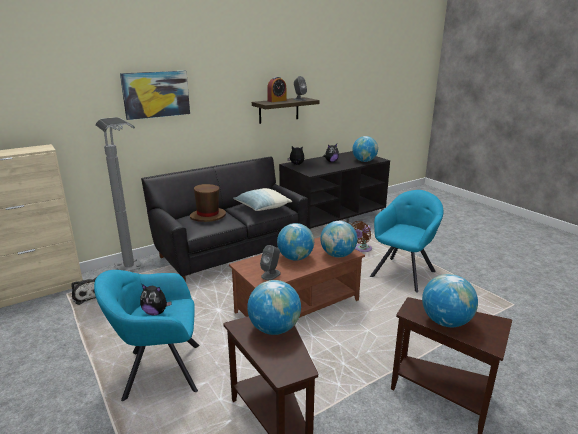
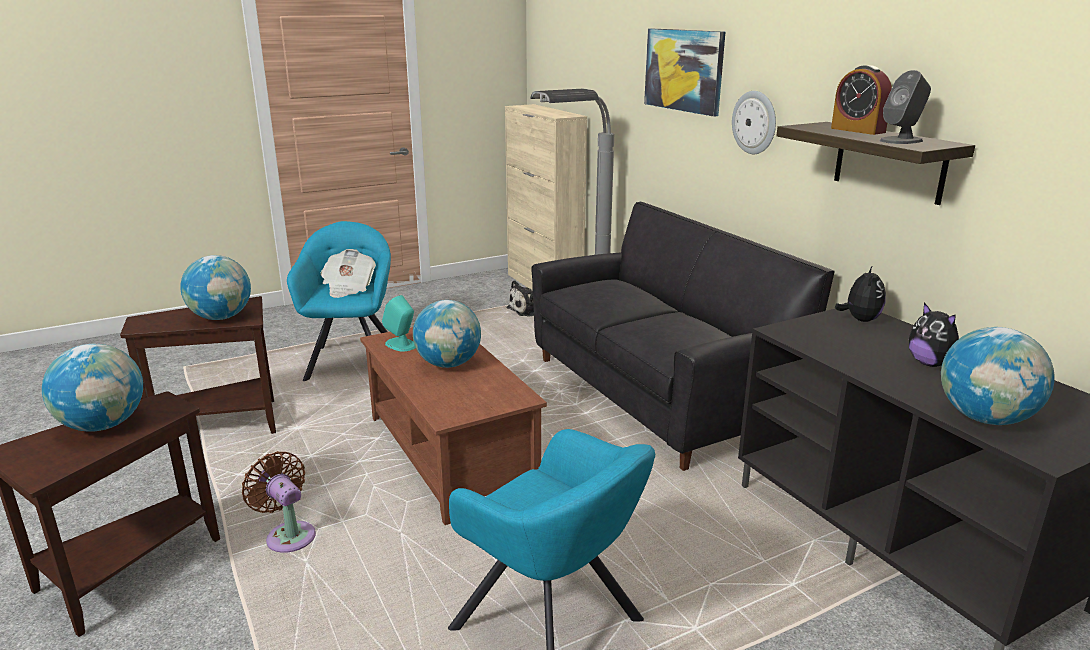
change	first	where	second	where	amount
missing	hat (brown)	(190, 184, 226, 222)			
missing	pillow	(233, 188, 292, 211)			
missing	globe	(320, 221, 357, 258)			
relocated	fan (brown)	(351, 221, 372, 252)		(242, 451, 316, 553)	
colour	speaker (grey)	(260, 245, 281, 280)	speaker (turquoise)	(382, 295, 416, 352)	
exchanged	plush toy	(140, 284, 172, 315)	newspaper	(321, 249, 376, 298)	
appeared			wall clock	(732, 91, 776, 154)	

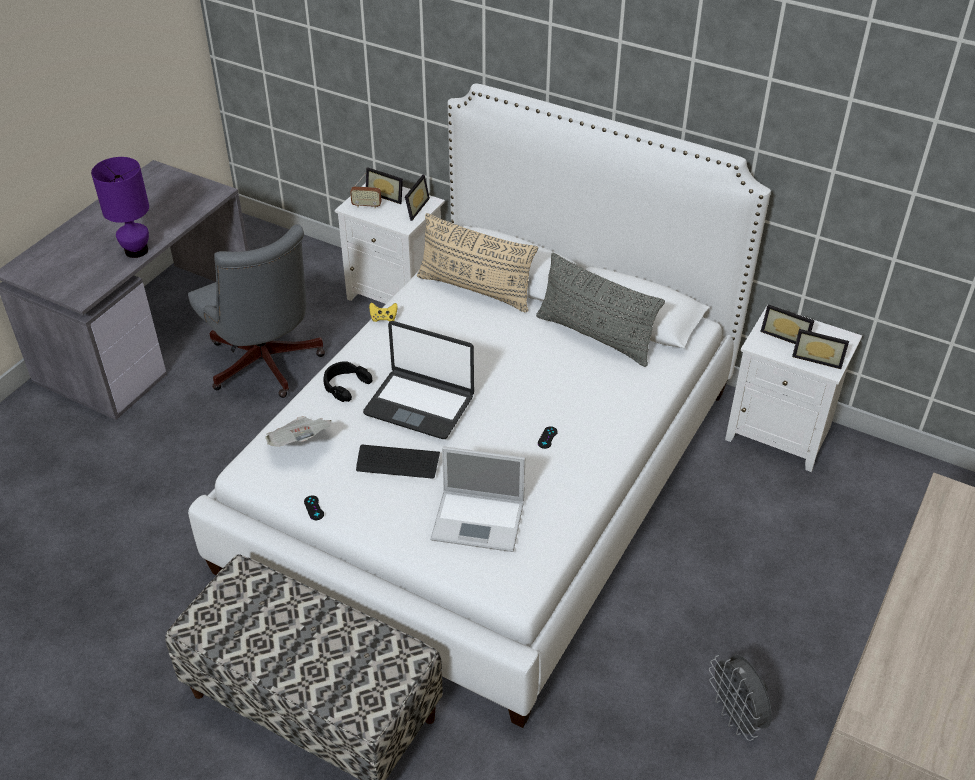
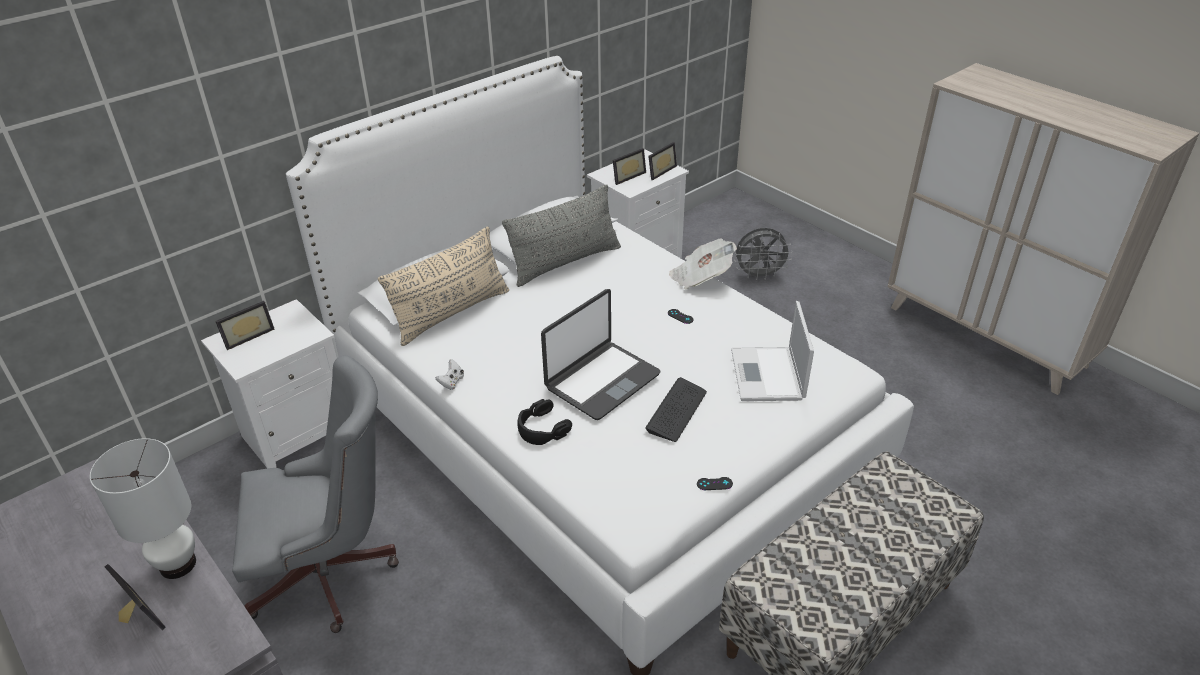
change	first	where	second	where	amount
colour	table lamp (purple)	(91, 157, 149, 258)	table lamp (white)	(90, 438, 196, 579)	
missing	radio	(350, 173, 382, 208)			
relocated	picture frame	(405, 175, 430, 221)		(105, 564, 165, 630)	
colour	game controller (yellow)	(369, 303, 398, 322)	game controller (white)	(436, 359, 464, 390)	
relocated	newspaper	(265, 416, 332, 447)		(669, 239, 737, 290)	
spun	laptop	(430, 446, 525, 552)		(731, 301, 814, 401)	150 degrees clockwise
relocated	fan (grey)	(709, 655, 772, 741)		(734, 228, 793, 280)	

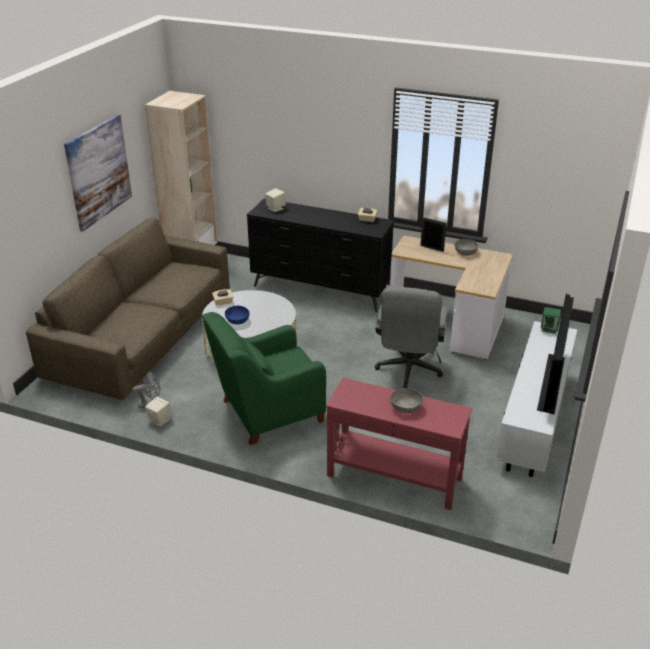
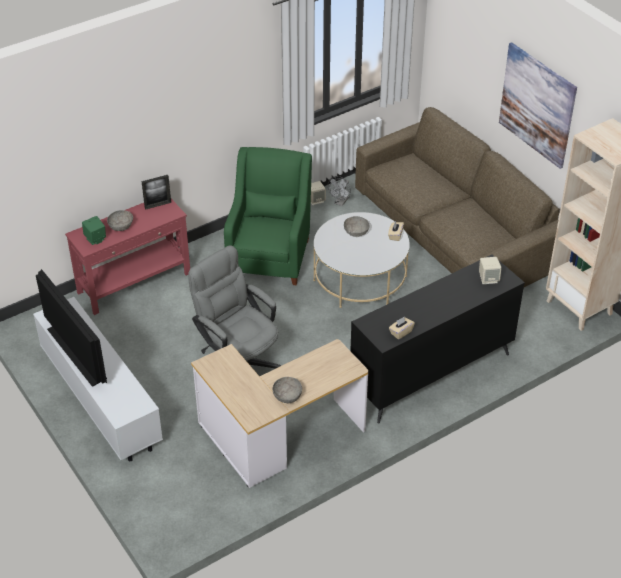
change	first	where	second	where	amount
relocated	picture frame	(420, 217, 446, 252)		(142, 175, 171, 209)	
colour	bowl (blue)	(225, 306, 250, 325)	bowl (grey)	(344, 216, 370, 237)	
relocated	speaker (green)	(541, 307, 561, 334)		(82, 216, 106, 245)	

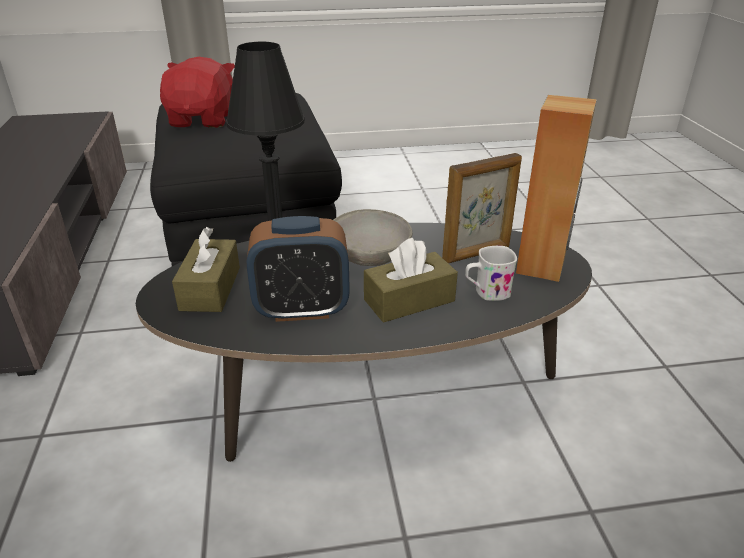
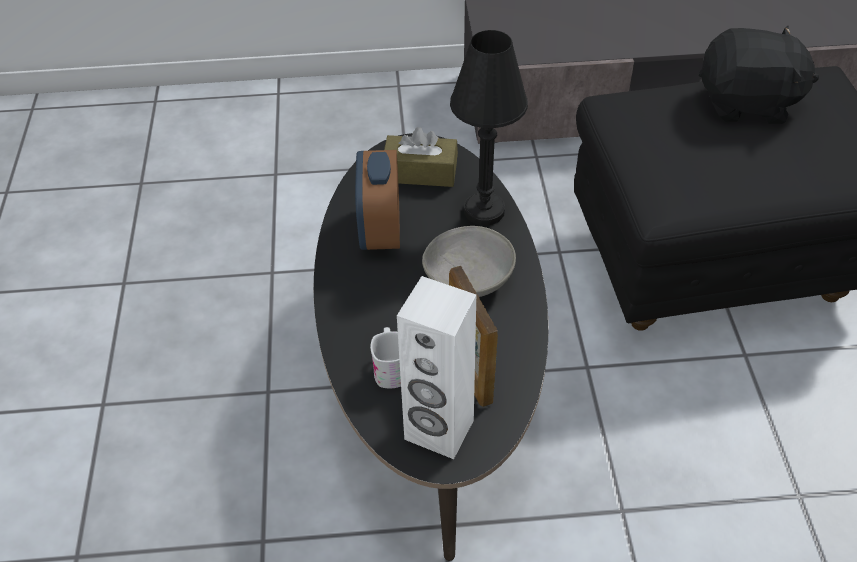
change	first	where	second	where	amount
colour	plush toy (red)	(160, 57, 235, 128)	plush toy (black)	(699, 26, 819, 124)	
colour	speaker (brown)	(516, 95, 597, 282)	speaker (white)	(397, 276, 476, 459)	
missing	tissue box (brown)	(364, 238, 458, 323)			

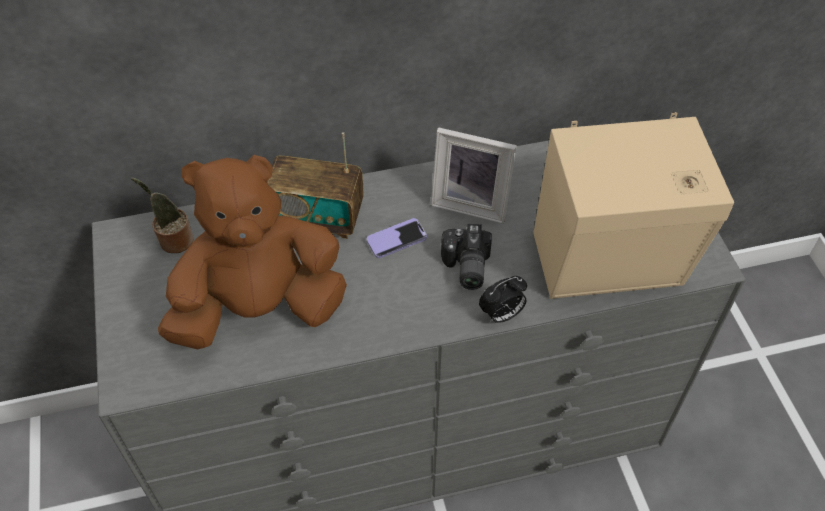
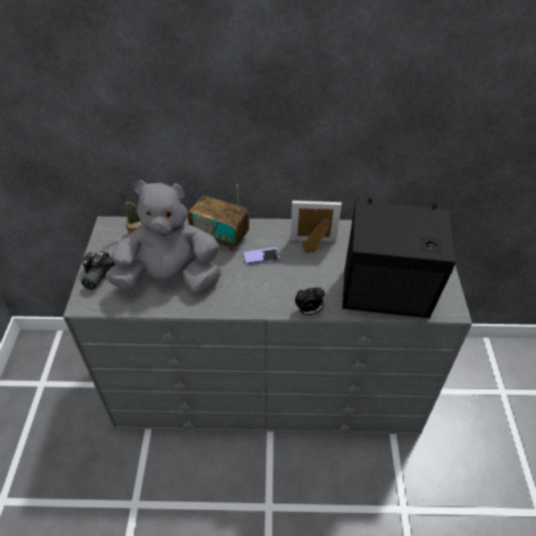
change	first	where	second	where	amount
colour	speaker (beige)	(533, 112, 734, 299)	speaker (black)	(342, 198, 456, 318)	
spun	picture frame	(431, 127, 517, 223)		(290, 201, 342, 253)	150 degrees clockwise
colour	plush toy (brown)	(158, 155, 347, 350)	plush toy (grey)	(105, 180, 221, 294)	
relocated	photo camera	(441, 224, 492, 290)		(82, 251, 116, 290)	

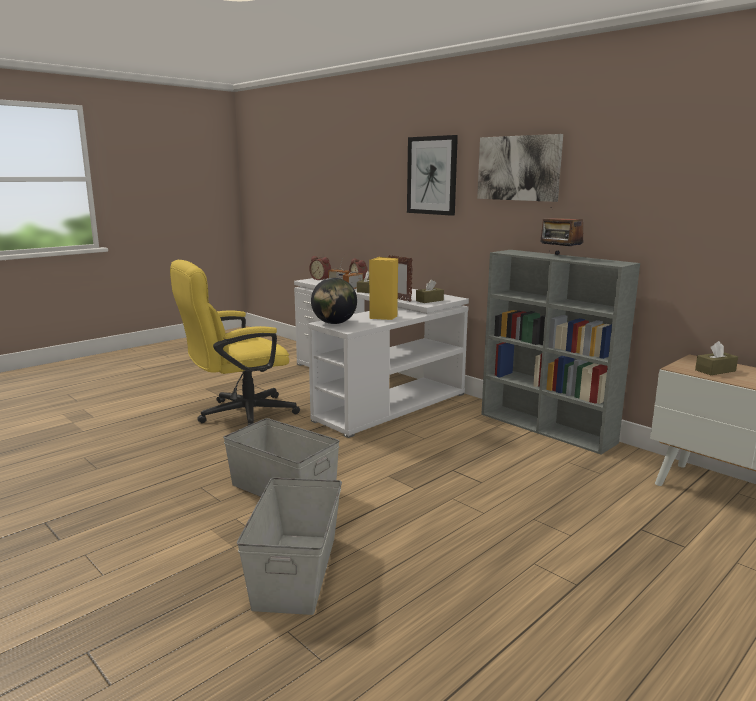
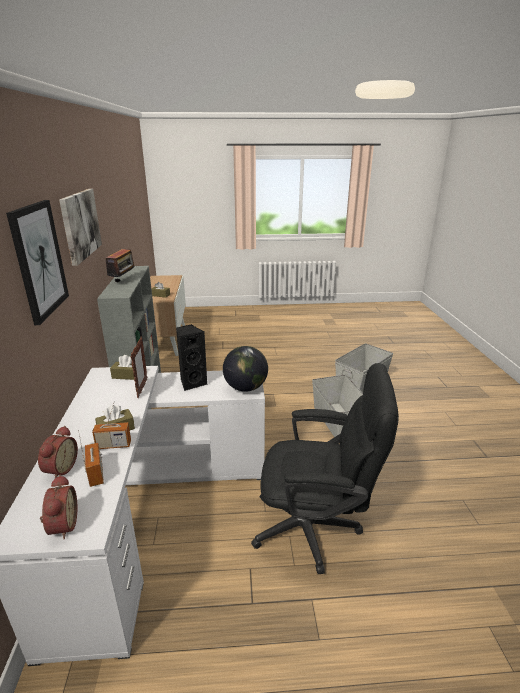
change	first	where	second	where	amount
colour	speaker (yellow)	(369, 257, 398, 320)	speaker (black)	(176, 324, 207, 391)	
colour	office chair (yellow)	(170, 260, 300, 426)	office chair (black)	(251, 363, 399, 574)	

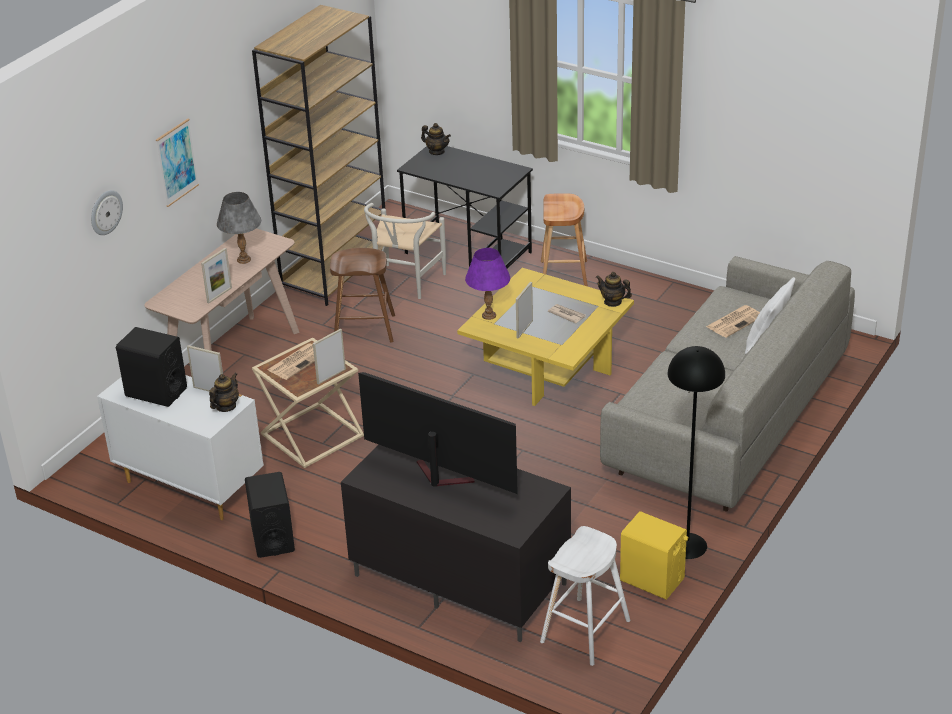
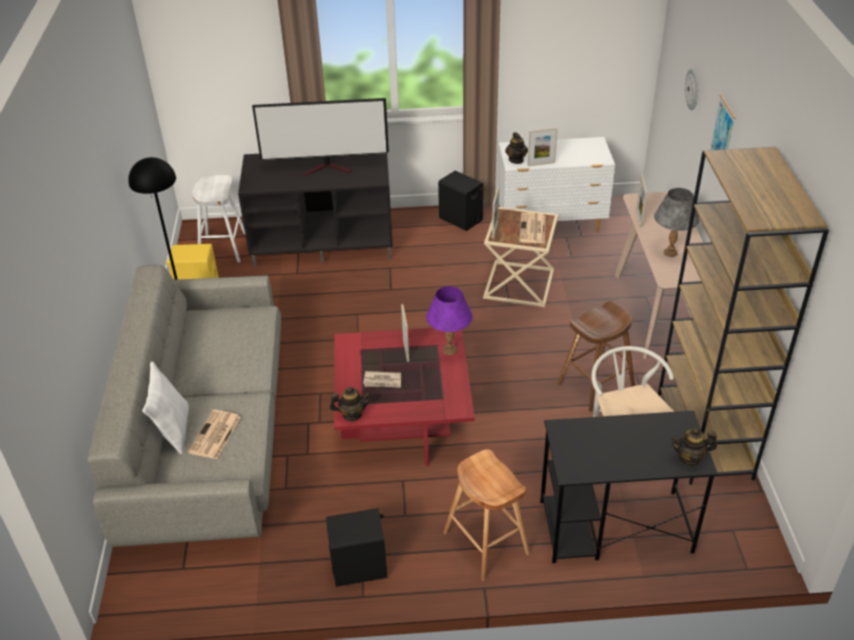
change	first	where	second	where	amount
colour	coffee table (yellow)	(457, 268, 634, 406)	coffee table (red)	(334, 328, 475, 466)	
relocated	speaker (black)	(116, 327, 187, 407)		(326, 508, 387, 587)	

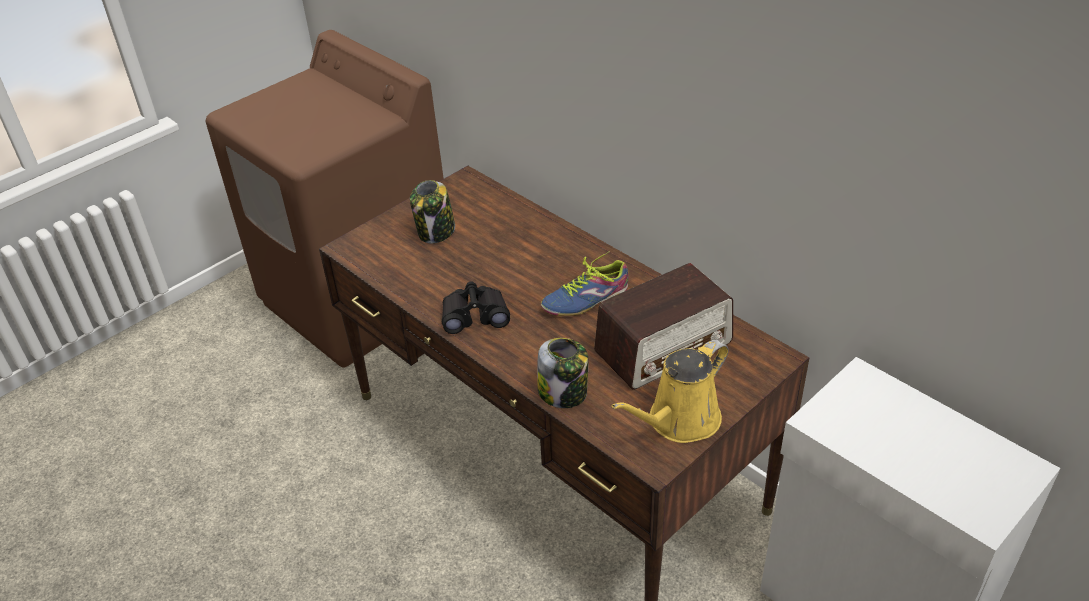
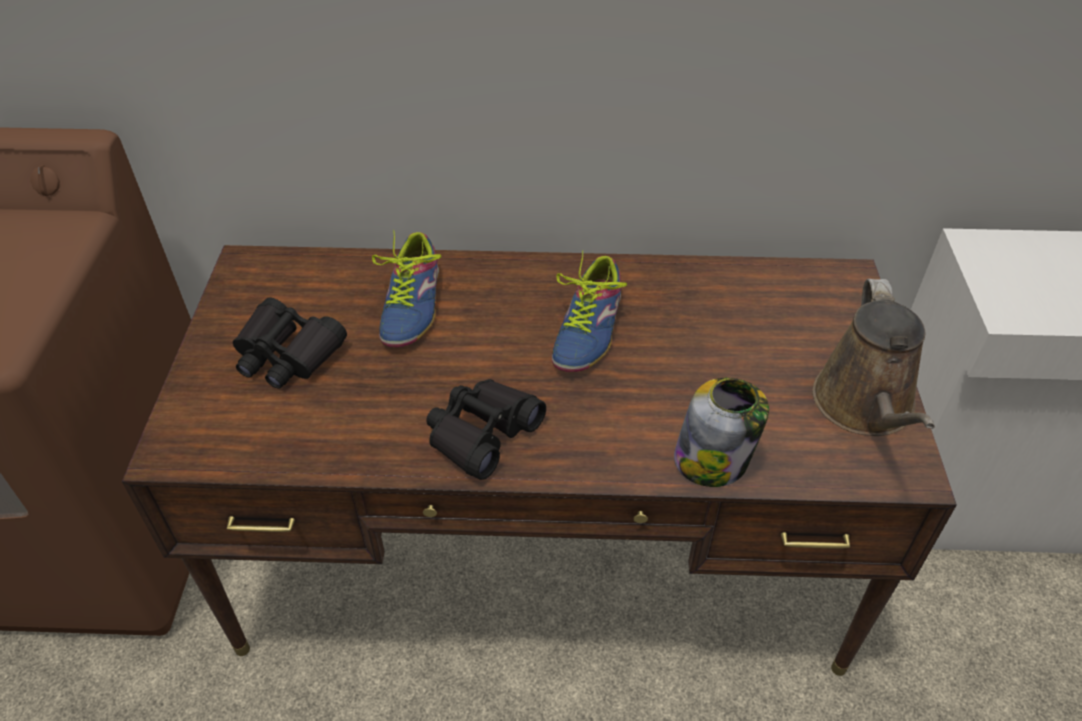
change	first	where	second	where	amount
exchanged	jar	(410, 180, 455, 243)	binoculars (black)	(233, 297, 347, 389)	
missing	radio	(594, 263, 733, 390)			
colour	watering can (yellow)	(612, 340, 729, 443)	watering can (brown)	(812, 279, 935, 436)	
appeared			shoe	(372, 230, 441, 348)	

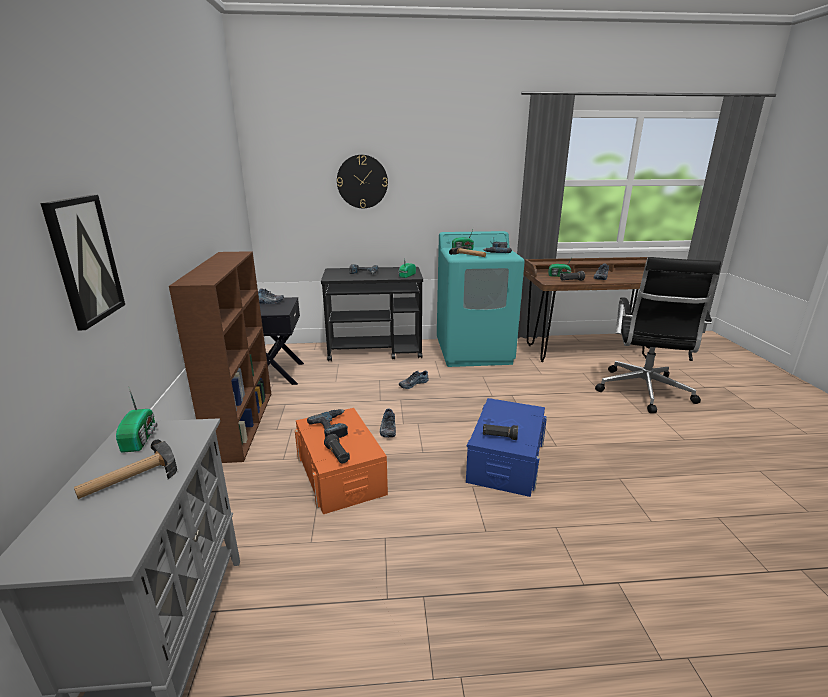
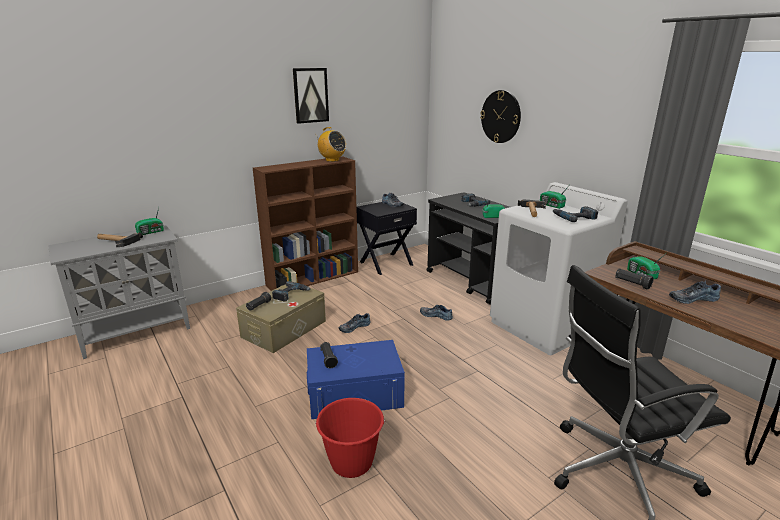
change	first	where	second	where	amount
relocated	picture	(40, 195, 125, 330)		(293, 68, 329, 124)	
colour	washing machine (turquoise)	(437, 231, 525, 367)	washing machine (white)	(490, 182, 628, 355)	
colour	storage box (orange)	(295, 408, 388, 514)	storage box (beige)	(236, 281, 326, 353)	
appeared			radio	(315, 127, 346, 162)	
appeared			bucket (red)	(315, 398, 385, 478)	

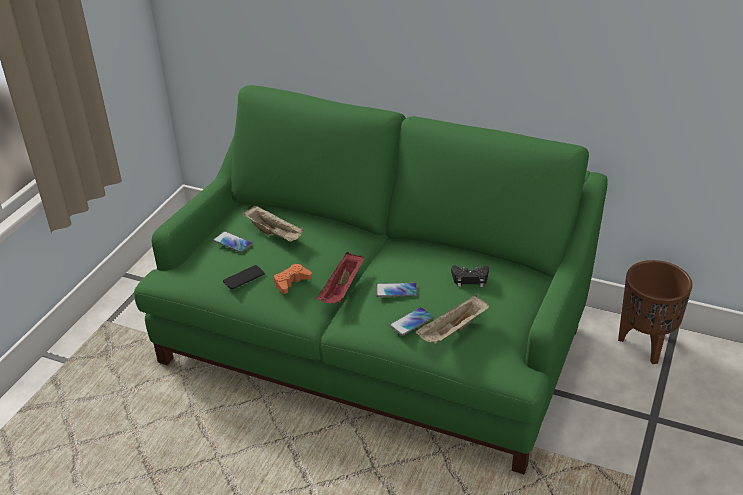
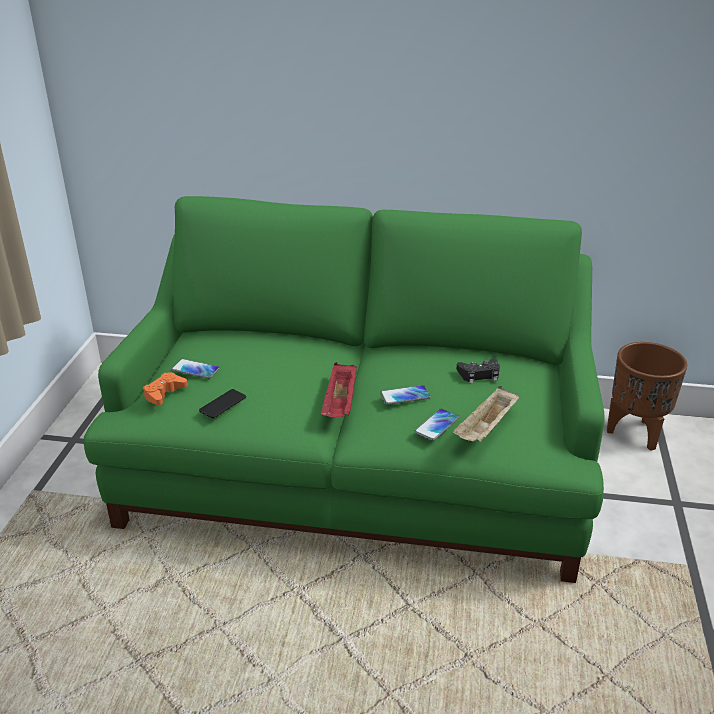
change	first	where	second	where	amount
missing	tray (beige)	(242, 206, 304, 242)			
relocated	game controller (orange)	(274, 264, 312, 294)		(143, 372, 188, 405)	

